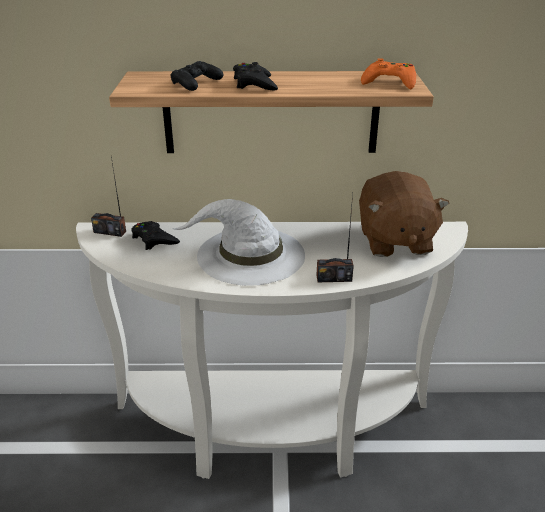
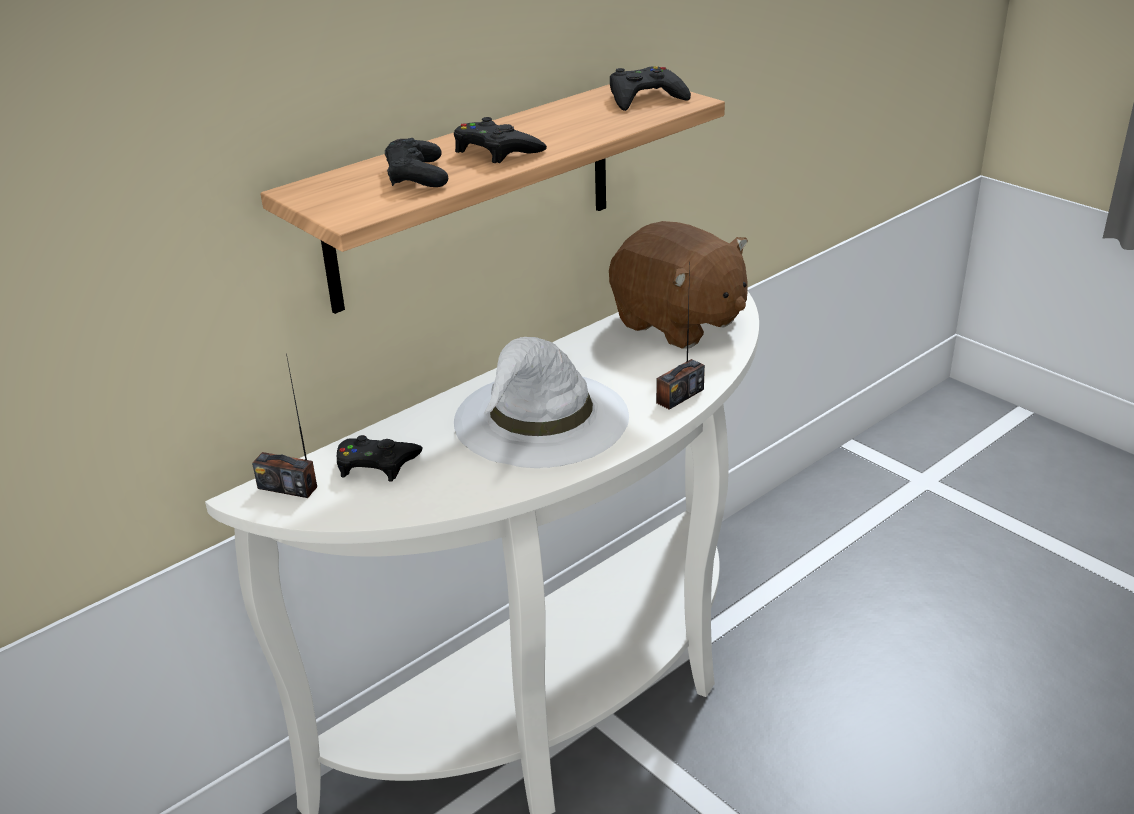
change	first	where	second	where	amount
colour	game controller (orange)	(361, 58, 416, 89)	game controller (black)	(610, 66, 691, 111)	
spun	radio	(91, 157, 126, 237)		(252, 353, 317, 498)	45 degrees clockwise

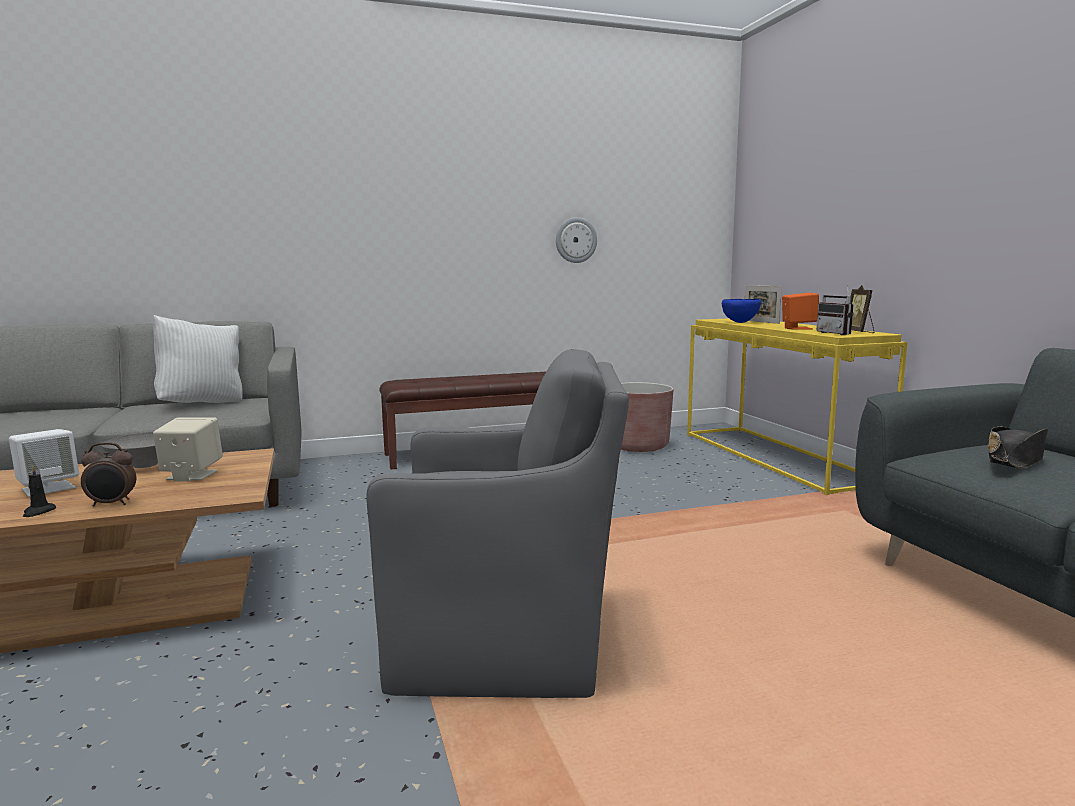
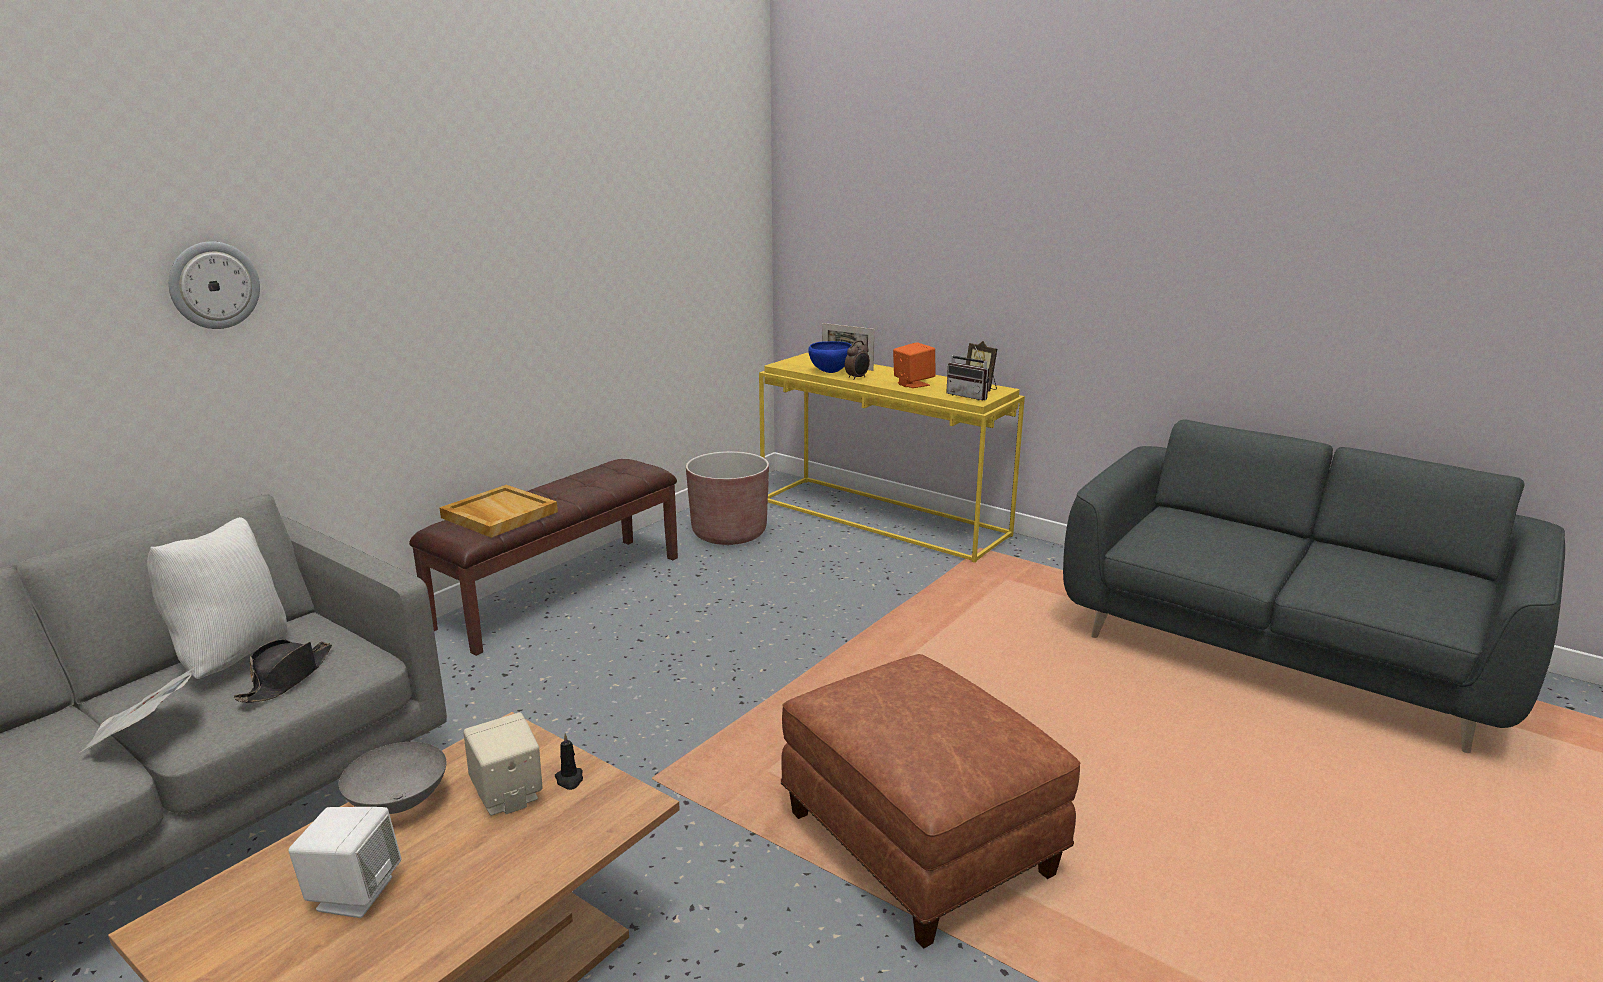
change	first	where	second	where	amount
relocated	wall clock	(556, 217, 597, 263)		(168, 241, 260, 329)	
exchanged	armchair (grey)	(366, 349, 629, 698)	ottoman (brown)	(781, 654, 1080, 948)	
relocated	hat (black)	(988, 426, 1048, 468)		(233, 639, 332, 703)	
relocated	alarm clock	(81, 442, 136, 507)		(845, 340, 870, 380)	
relocated	candle (black)	(23, 466, 56, 517)		(555, 733, 583, 790)	
appeared			tray (beige)	(439, 485, 558, 538)	
appeared			newspaper	(80, 667, 195, 752)	

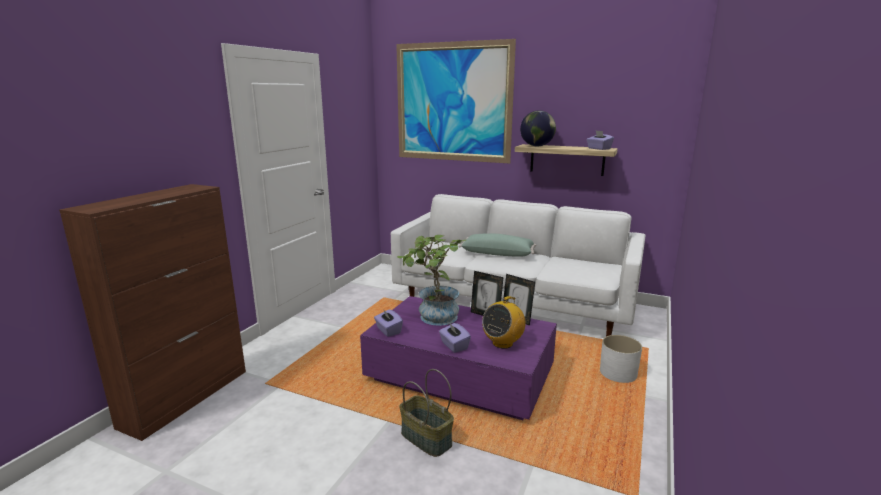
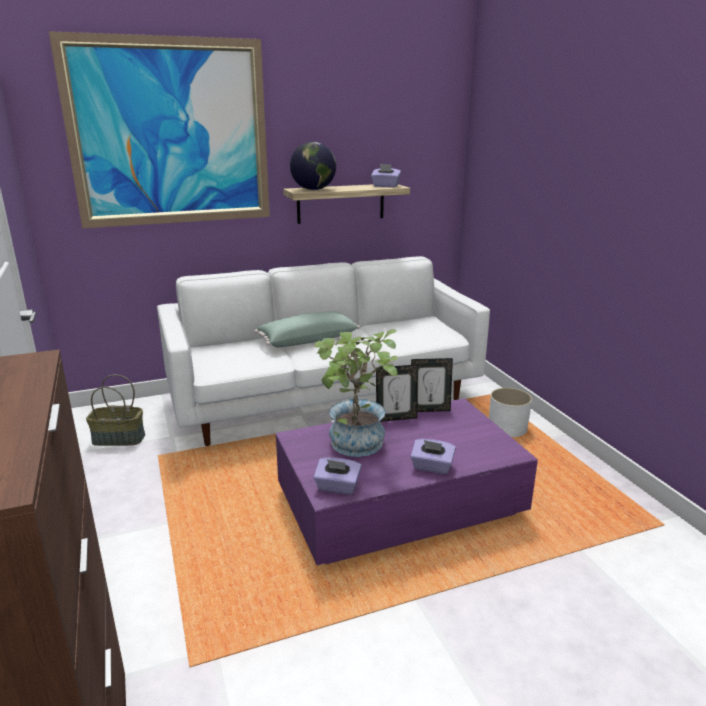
change	first	where	second	where	amount
missing	radio	(482, 296, 525, 349)			
relocated	basket	(399, 369, 454, 457)		(86, 374, 145, 446)	

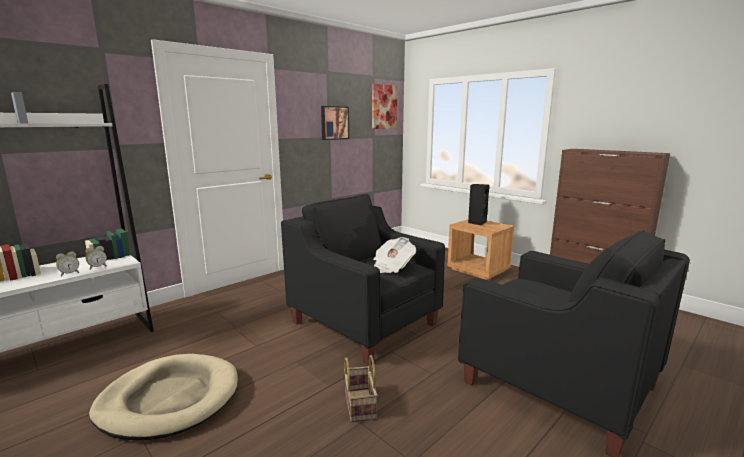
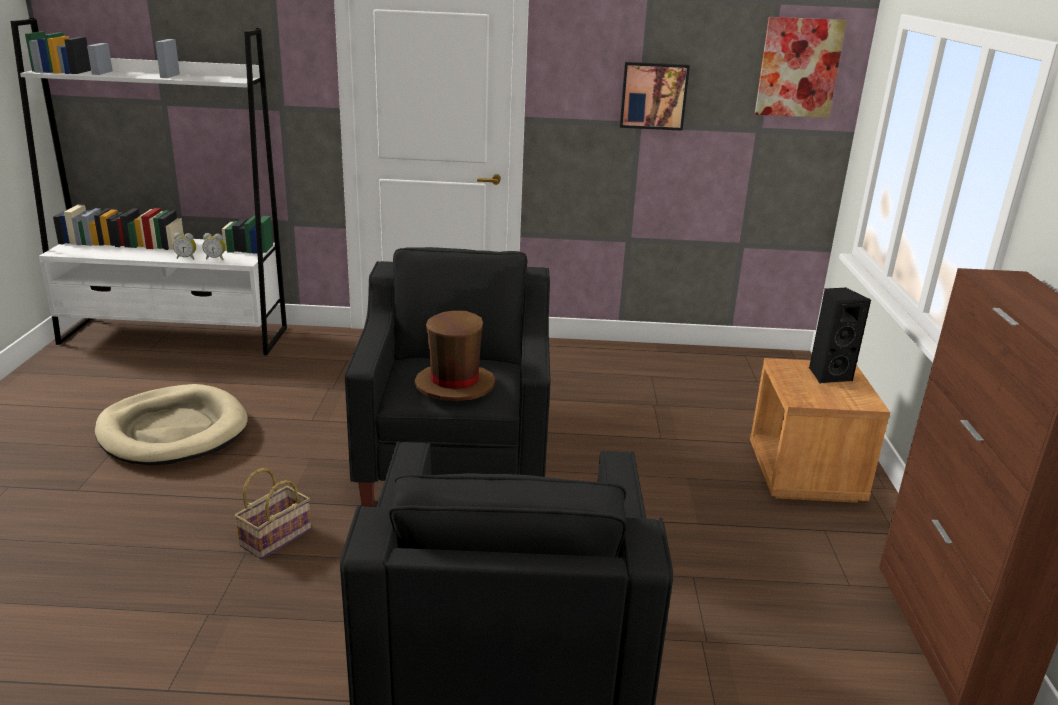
change	first	where	second	where	amount
exchanged	newspaper	(373, 237, 416, 273)	hat (brown)	(415, 311, 495, 401)	

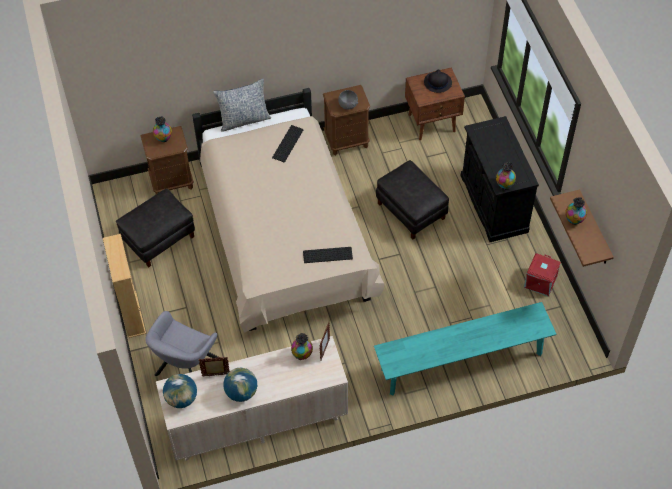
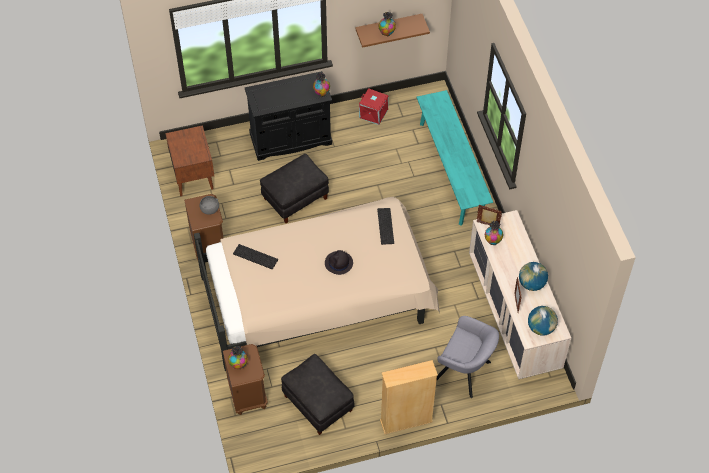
change	first	where	second	where	amount
relocated	hat (black)	(424, 69, 452, 93)		(325, 250, 353, 275)	
missing	pillow	(213, 79, 271, 132)			

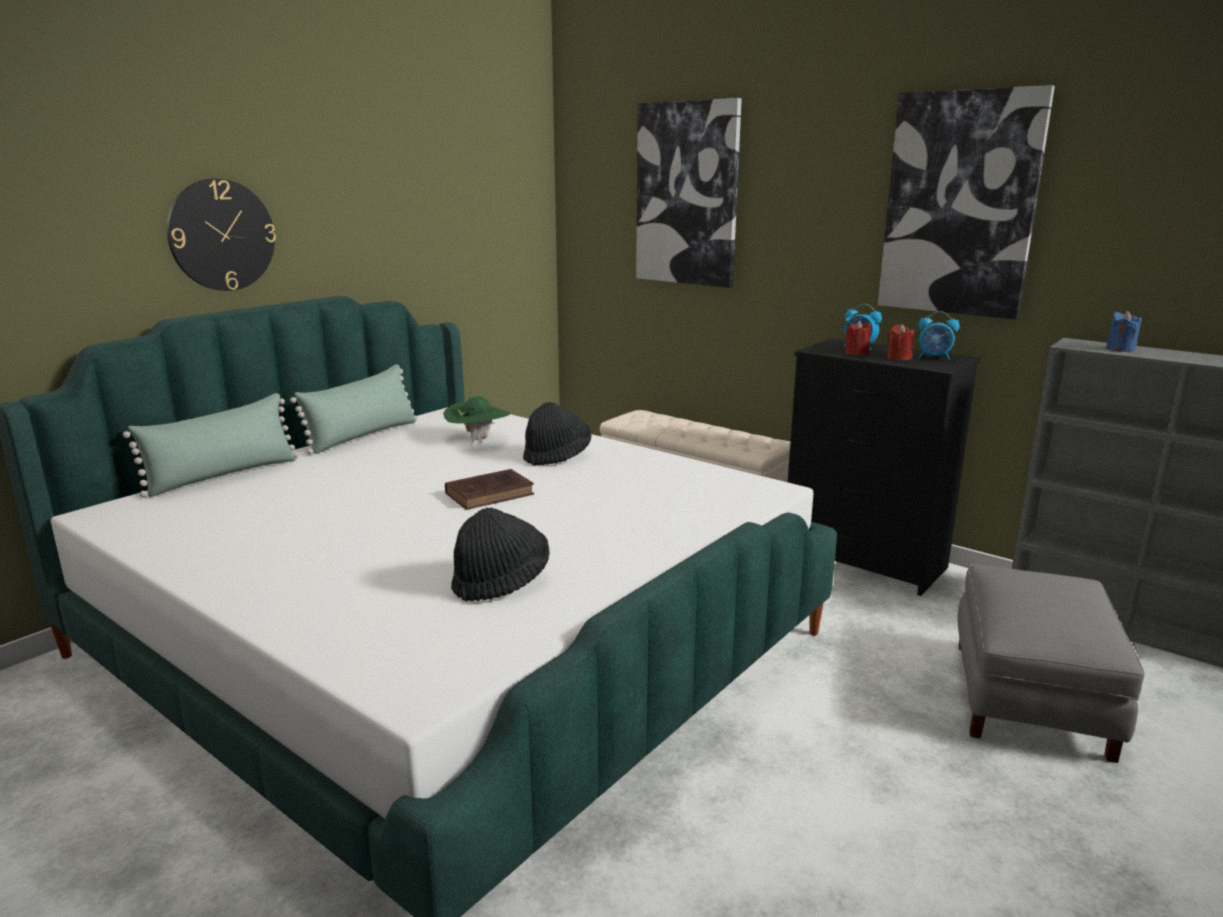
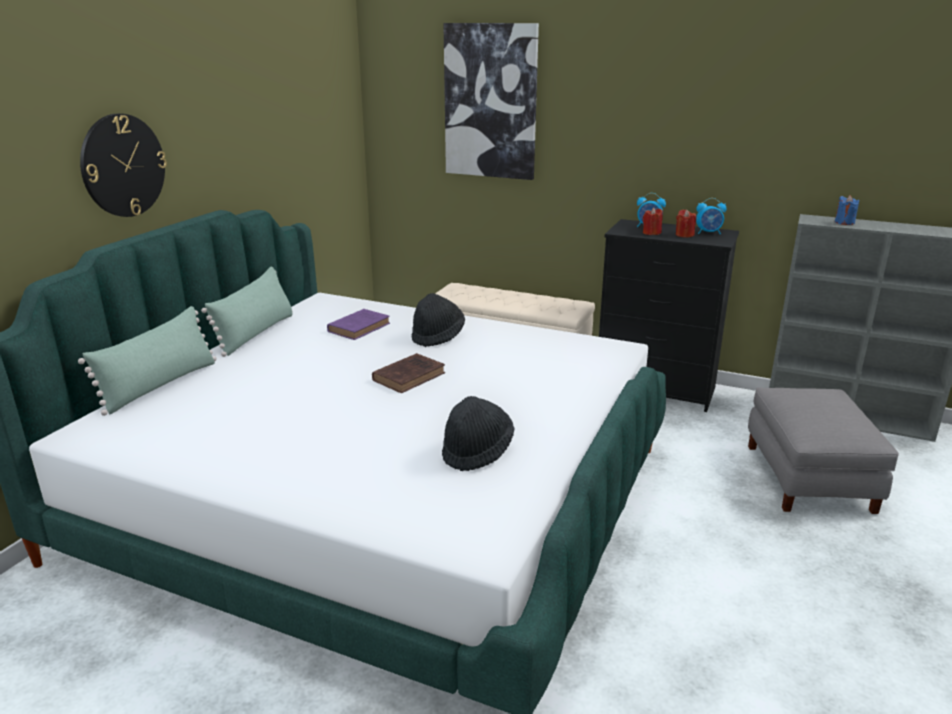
change	first	where	second	where	amount
missing	picture	(878, 85, 1055, 320)			
exchanged	hat (green)	(443, 396, 510, 443)	book (purple)	(327, 309, 390, 340)	

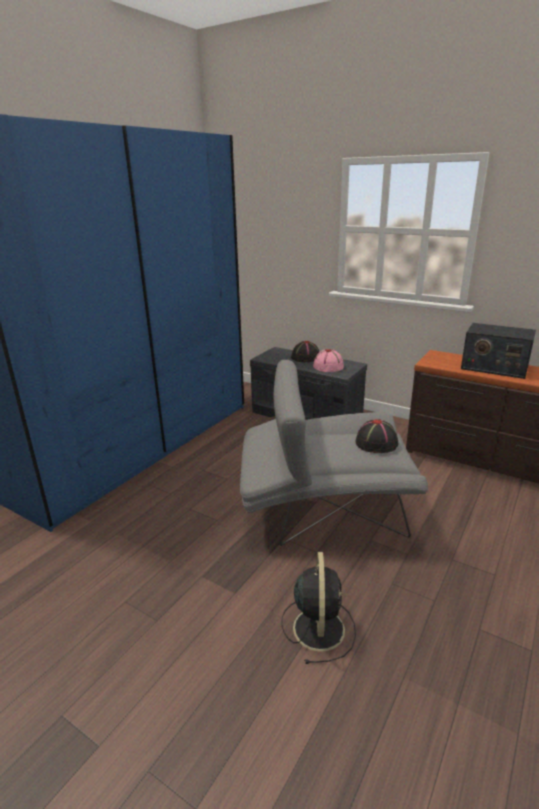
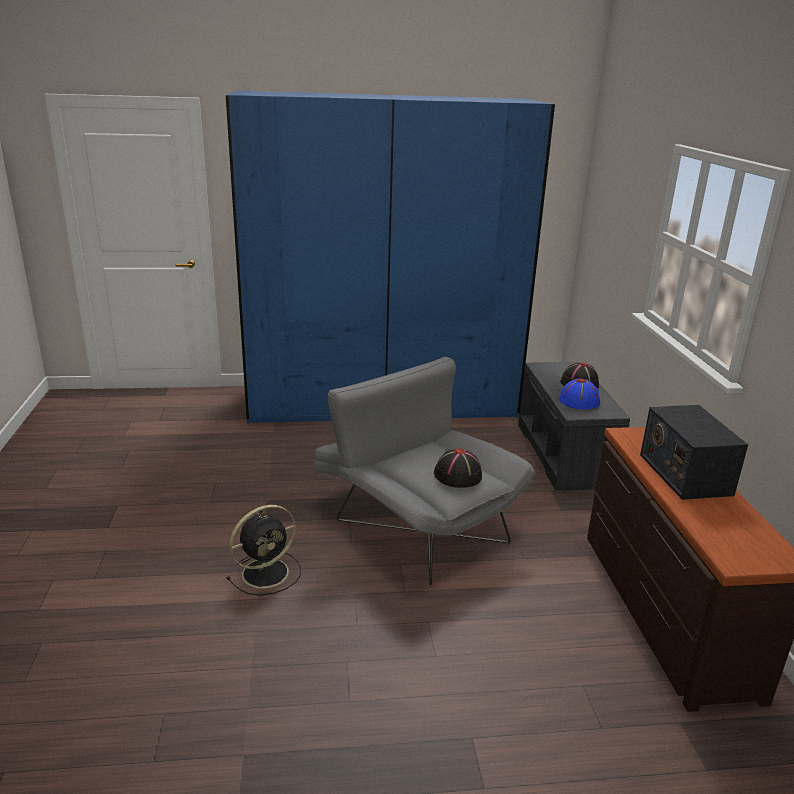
change	first	where	second	where	amount
colour	hat (pink)	(313, 349, 344, 372)	hat (blue)	(559, 378, 600, 409)	

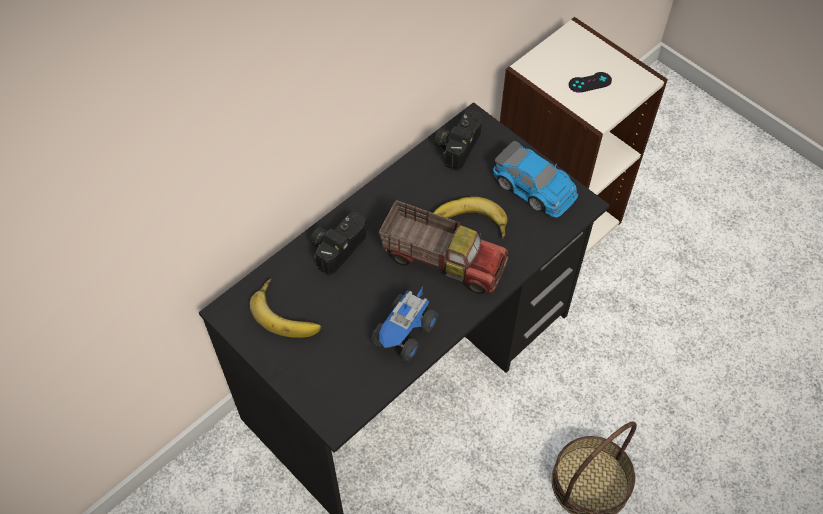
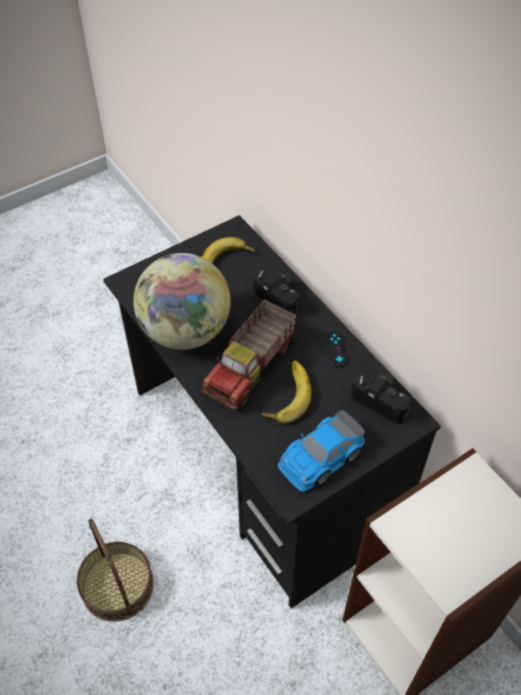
change	first	where	second	where	amount
relocated	game controller (black)	(569, 72, 612, 93)		(326, 332, 349, 367)	
exchanged	toy truck	(371, 286, 438, 361)	globe	(133, 253, 231, 350)	

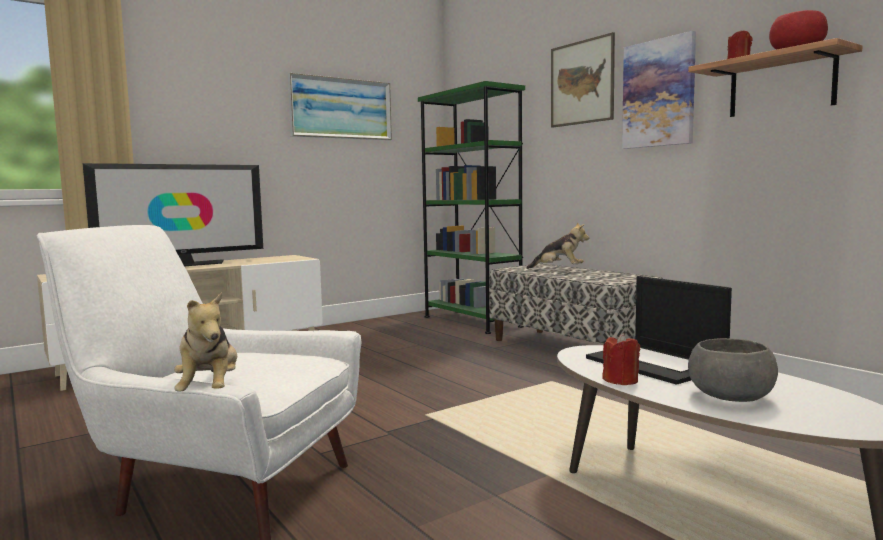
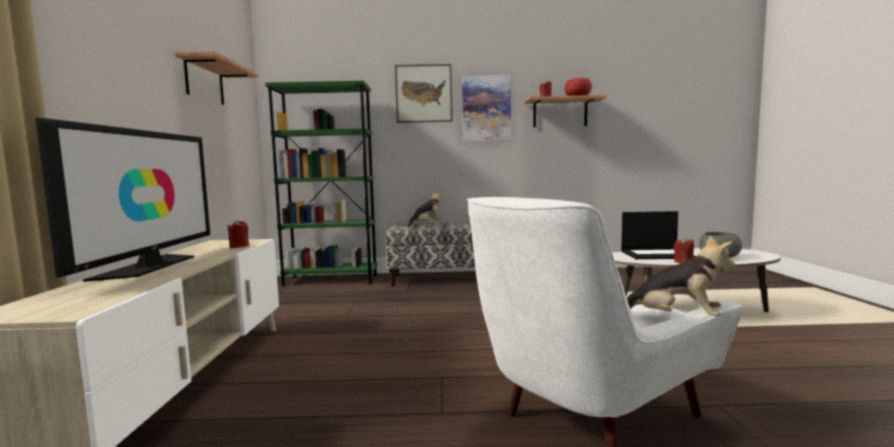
change	first	where	second	where	amount
exchanged	picture	(288, 73, 392, 140)	shelf	(175, 51, 259, 105)	
appeared			candle (red)	(227, 220, 249, 248)	

